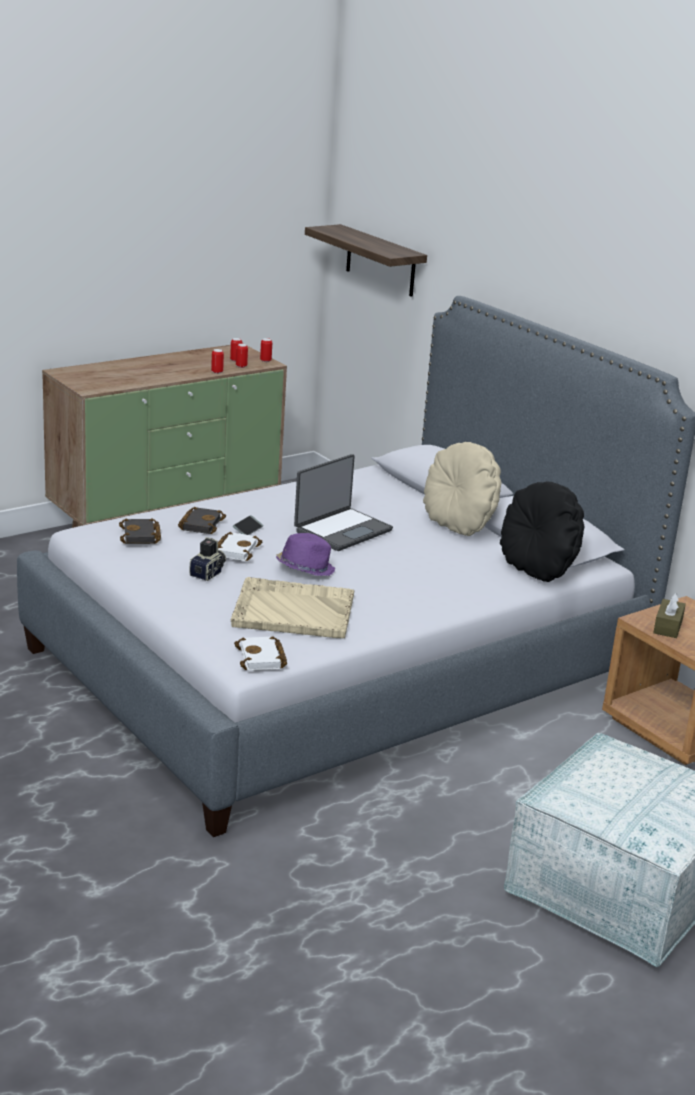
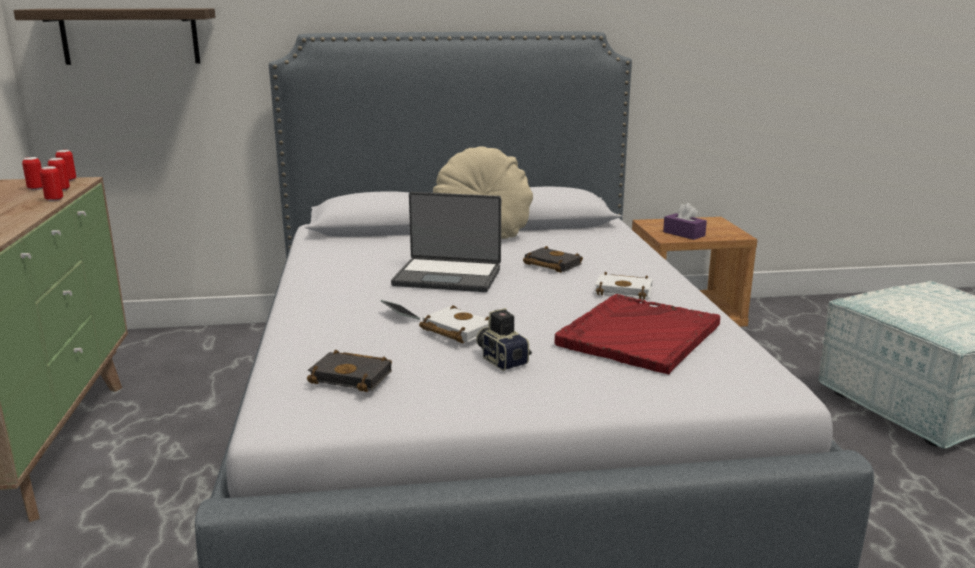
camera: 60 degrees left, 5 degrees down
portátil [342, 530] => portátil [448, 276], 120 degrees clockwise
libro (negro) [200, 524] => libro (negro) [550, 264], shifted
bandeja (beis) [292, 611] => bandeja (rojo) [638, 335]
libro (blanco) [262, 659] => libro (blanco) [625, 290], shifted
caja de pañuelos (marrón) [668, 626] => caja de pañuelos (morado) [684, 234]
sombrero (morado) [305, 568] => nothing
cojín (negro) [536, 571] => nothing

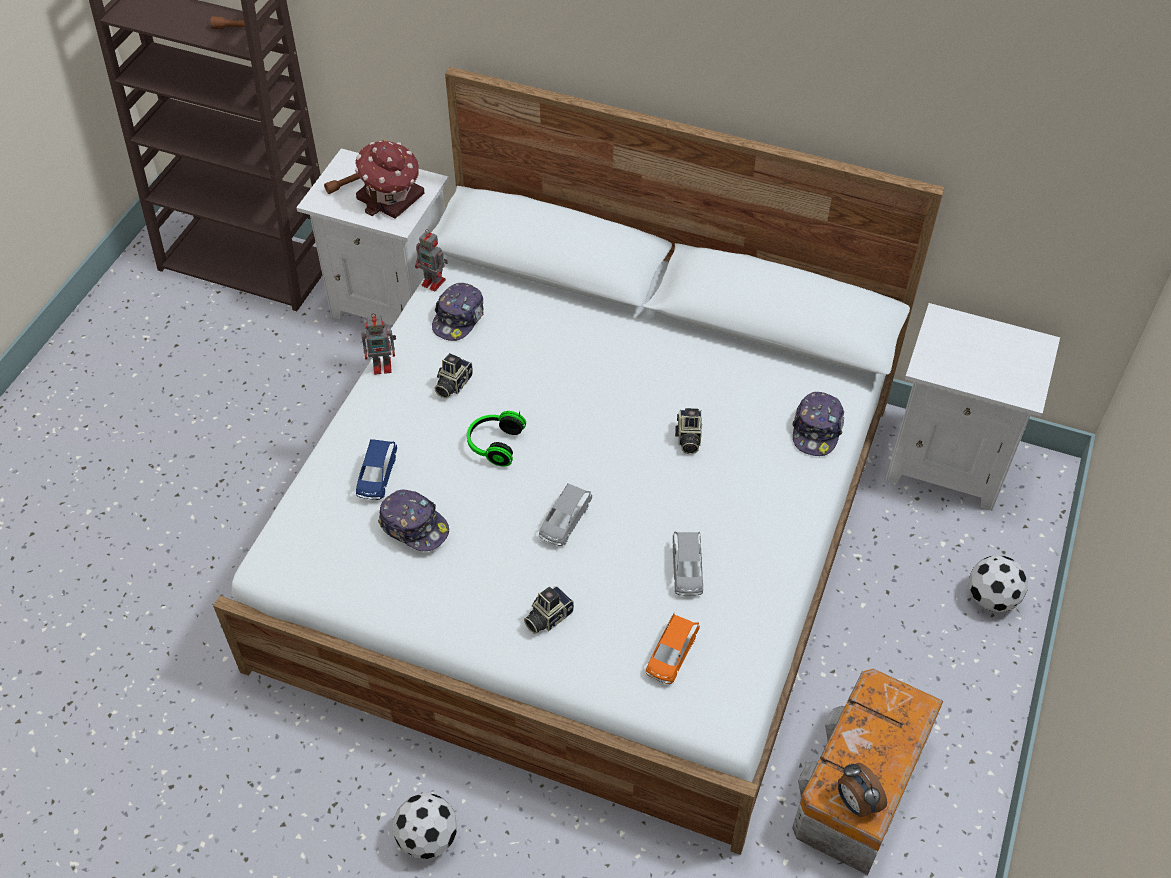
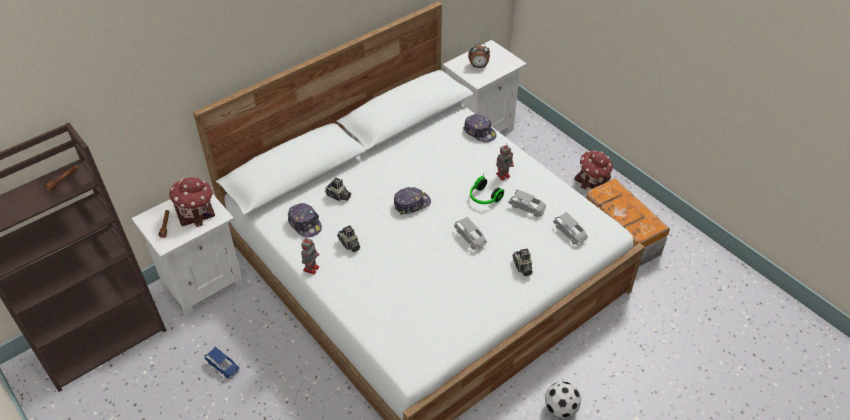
camera: 60 degrees left, 5 degrees down
coche de juguete (azul) [377, 476] => coche de juguete (azul) [223, 366], shifted
cámara [688, 438] => cámara [338, 196], shifted
gorra [414, 526] => gorra [411, 204], shifted
despertador [855, 802] => despertador [478, 66], shifted
auriculares [494, 444] => auriculares [483, 198], shifted
robot de juguete [434, 283] => robot de juguete [503, 175], shifted
coche de juguete (naranja) [671, 654] => coche de juguete (gris) [570, 233]
nothing => casita [592, 180]
balón de fútbol [992, 598] => nothing

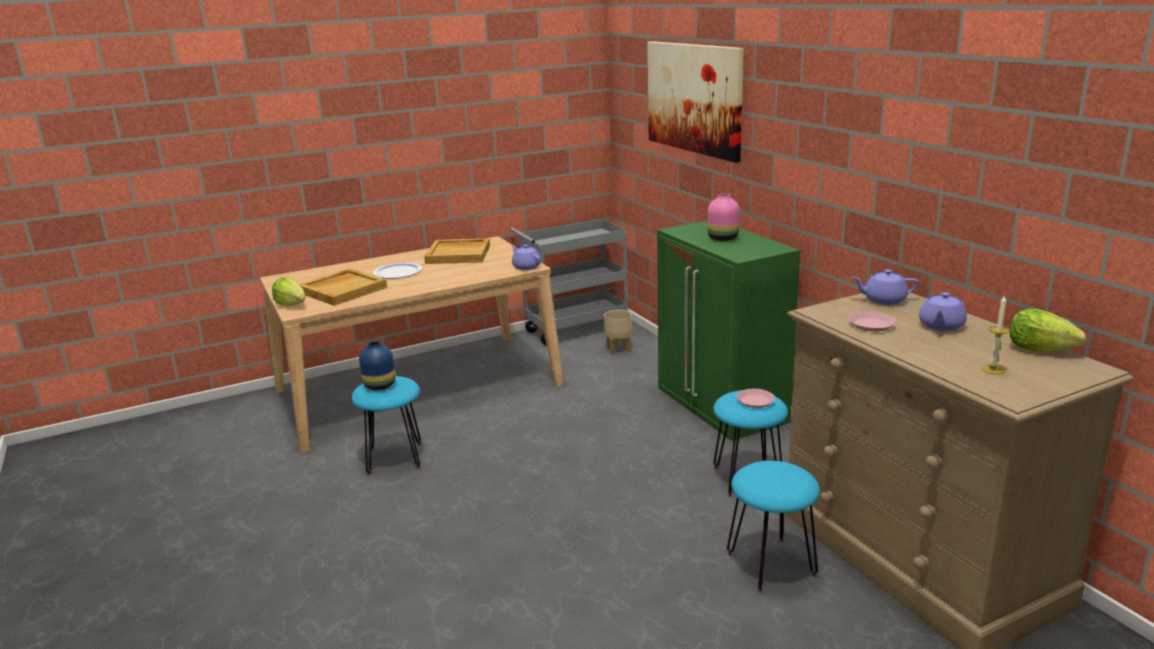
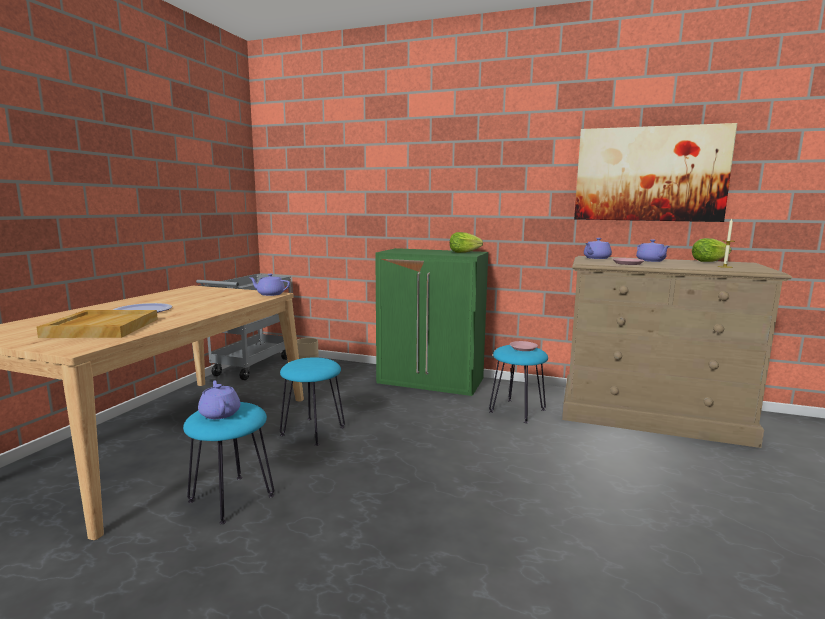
camera: 45 degrees left, 10 degrees down
florero (azul) [379, 386] => tetera (morado) [220, 413]
taburete (turquesa) [770, 564] => taburete (turquesa) [313, 431], shifted
lechuga [291, 305] => lechuga [463, 252], shifted
cuadro [694, 98] => cuadro [650, 174], shifted
bandeja (beis) [459, 254] => nothing
florero (rosa) [723, 238] => nothing

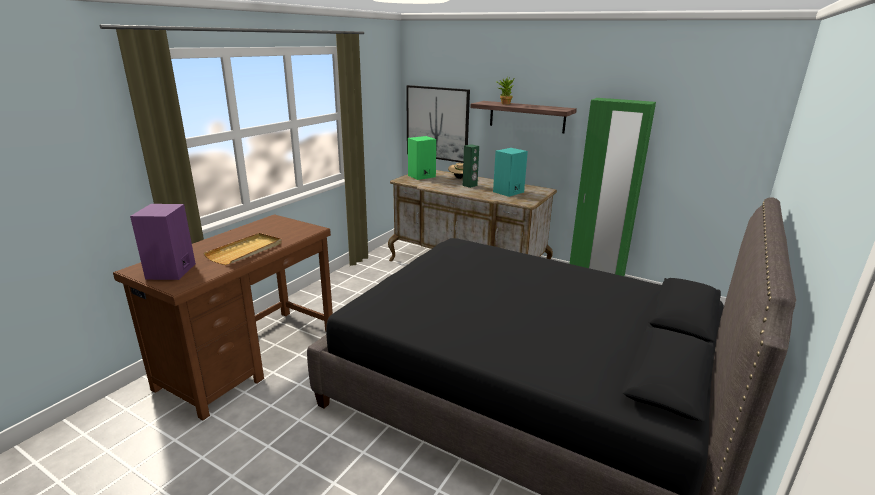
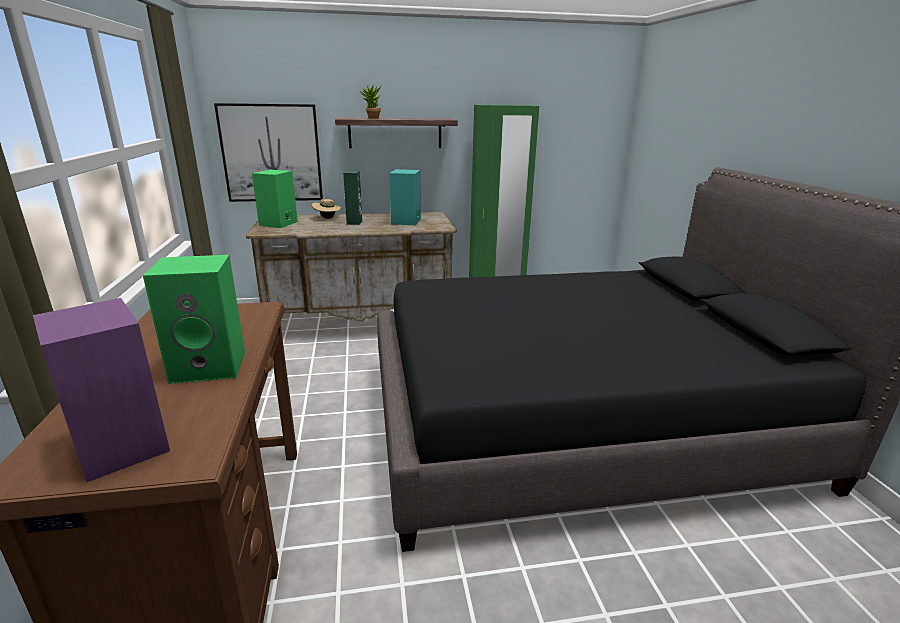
camera: 40 degrees left, 0 degrees up
bandeja (beis) [245, 251] => altavoz (verde) [211, 366]

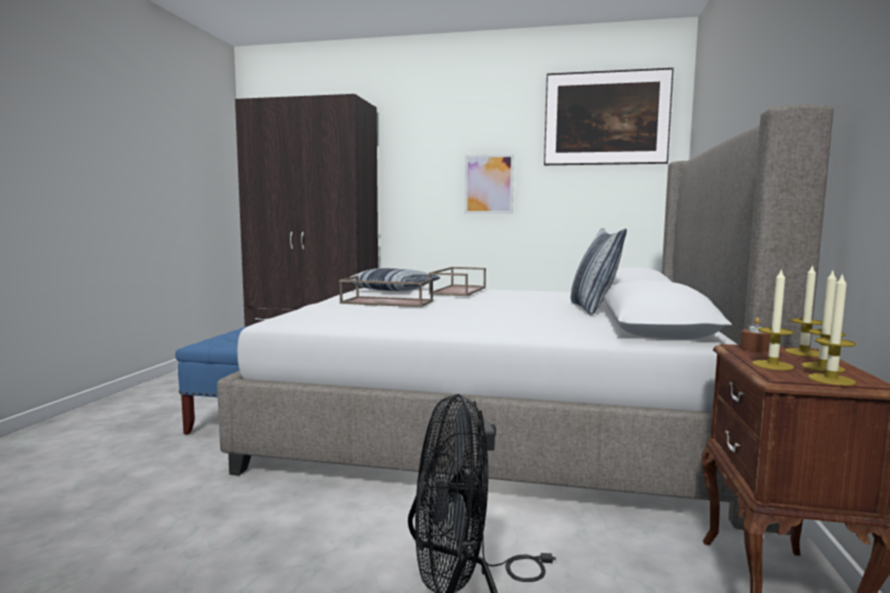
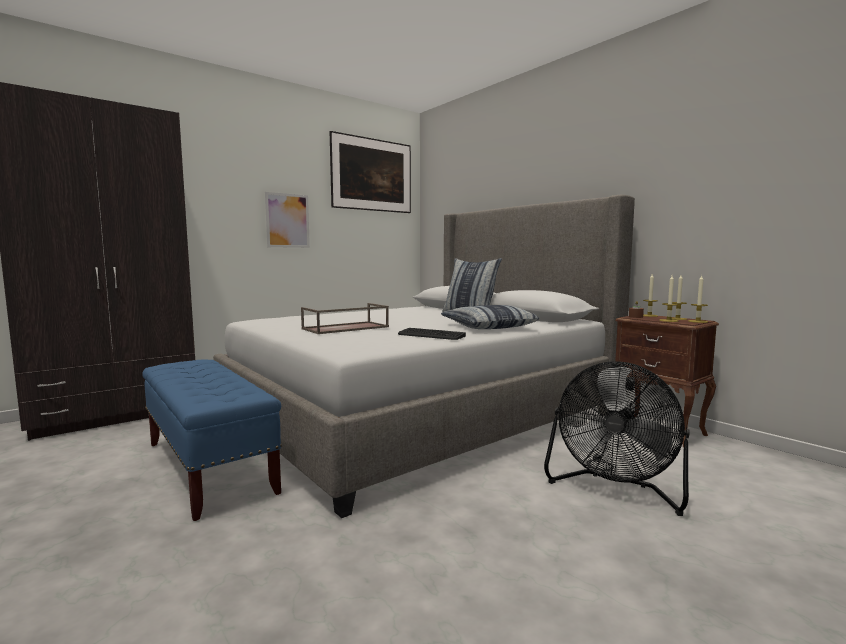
camera: 50 degrees left, 0 degrees up
nothing => teclado [431, 335]
cojín [394, 289] => cojín [487, 327], shifted
bandeja (marrón) [458, 290] => nothing

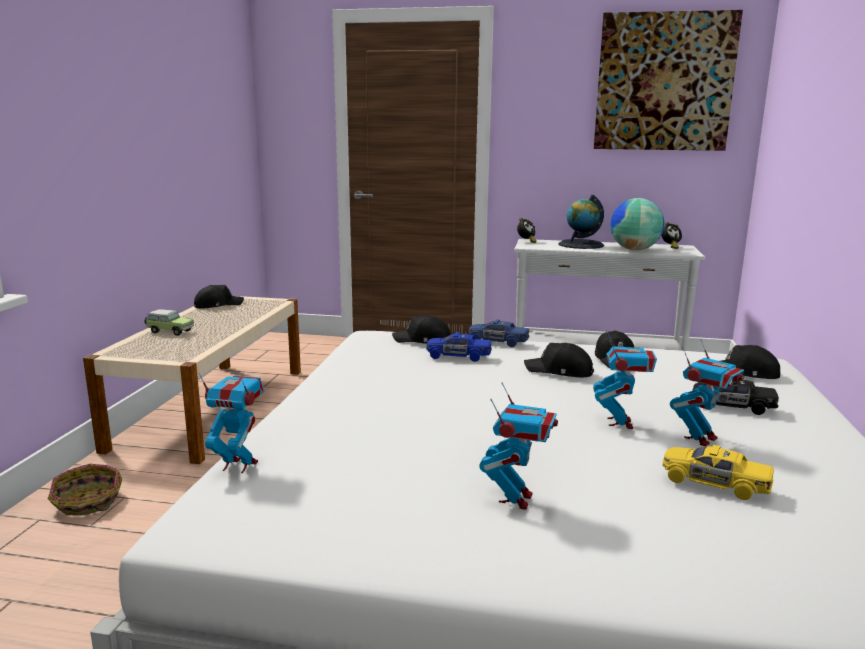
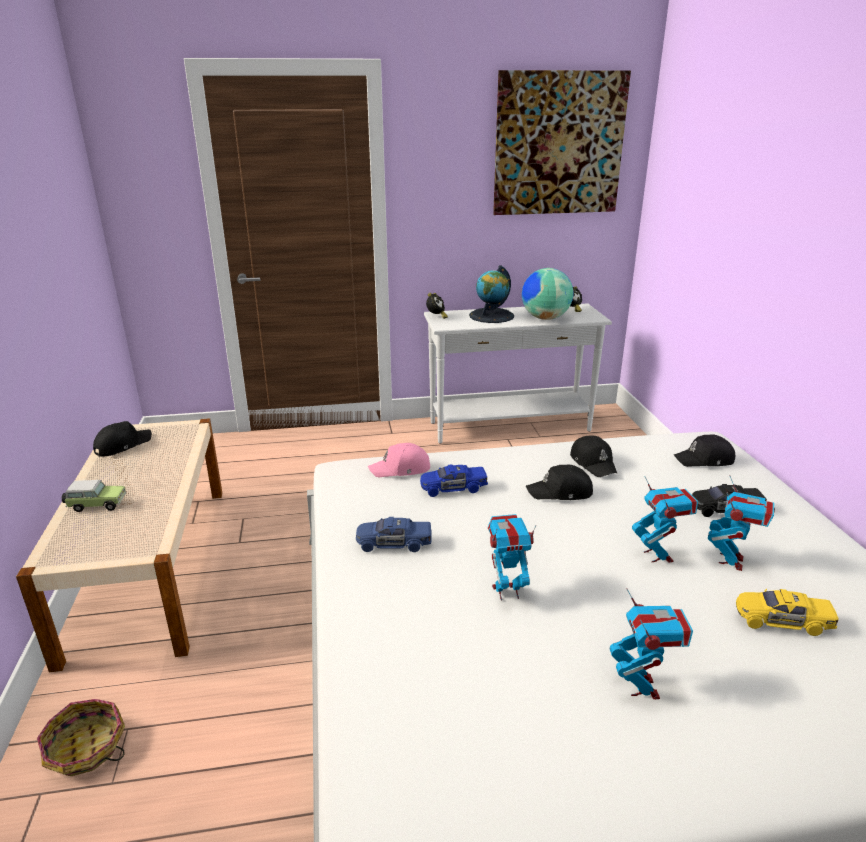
camera: 20 degrees left, 10 degrees up
coche de juguete (azul) [498, 342] => coche de juguete (azul) [394, 543], shifted
gorra (negro) [423, 340] => gorra (rosa) [401, 469]
robot de juguete [239, 465] => robot de juguete [506, 591], shifted

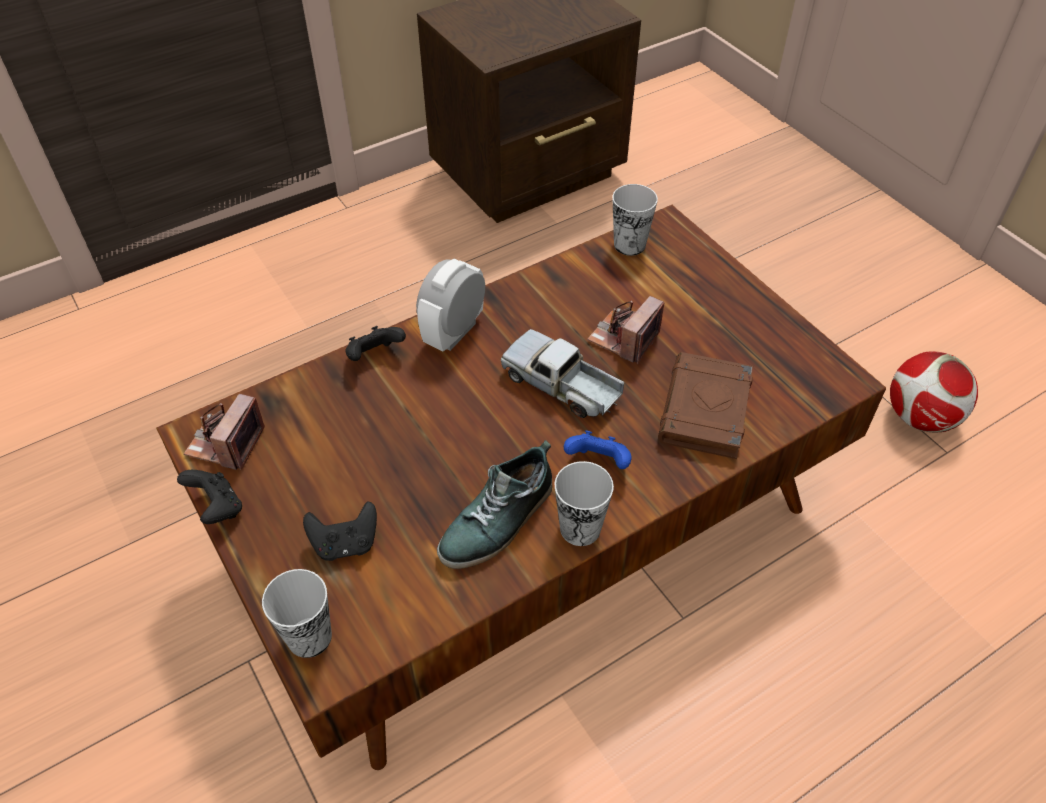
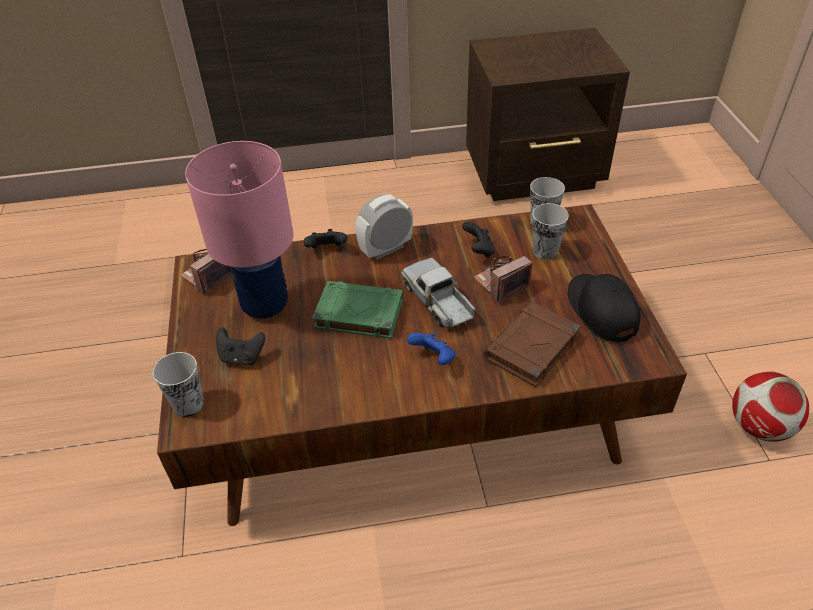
camera: 25 degrees right, 5 degrees down
nothing => lámpara de mesa (rosa) [266, 306]
nothing => libro (verde) [358, 313]
mando de consola (negro) [217, 508] => mando de consola (negro) [479, 250], shifted
taza [580, 528] => taza [545, 251], shifted
nothing => gorra (negro) [601, 310]
zapato [499, 521] => nothing

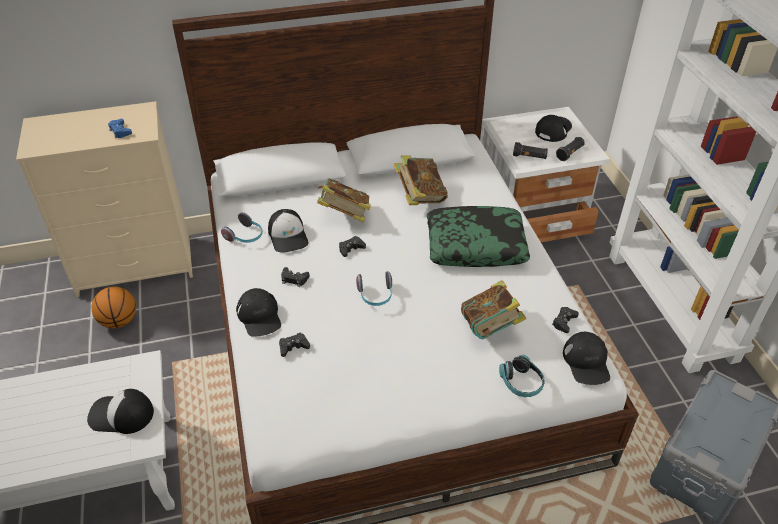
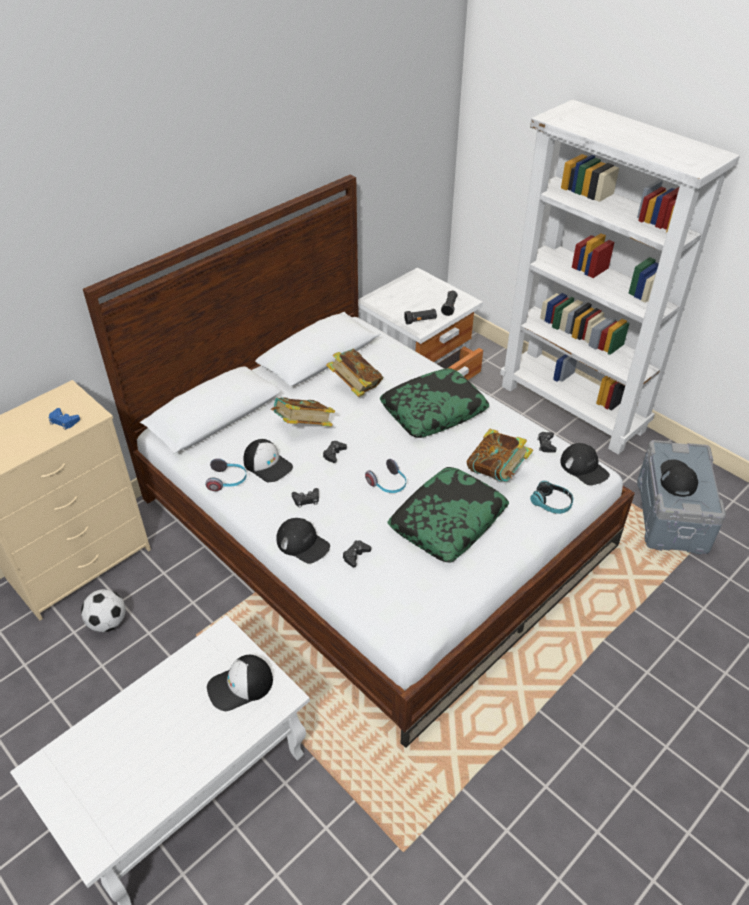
camera: 30 degrees left, 0 degrees up
balón de baloncesto [119, 321] => balón de fútbol [108, 622]
nothing => cojín [448, 521]
gorra (negro) [553, 130] => gorra (negro) [677, 479], shifted

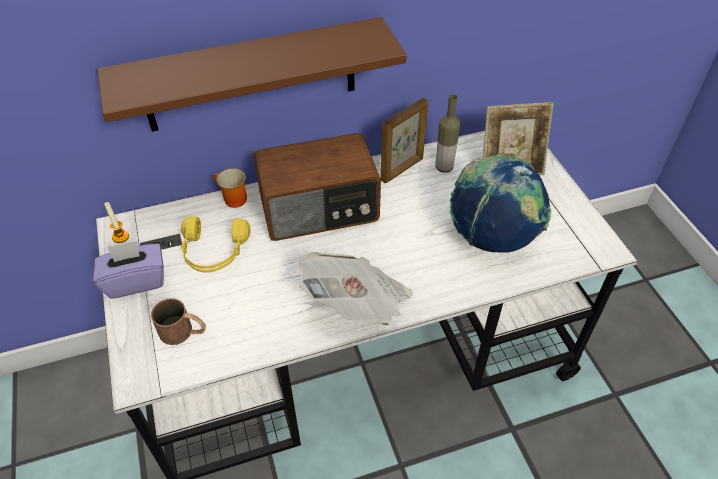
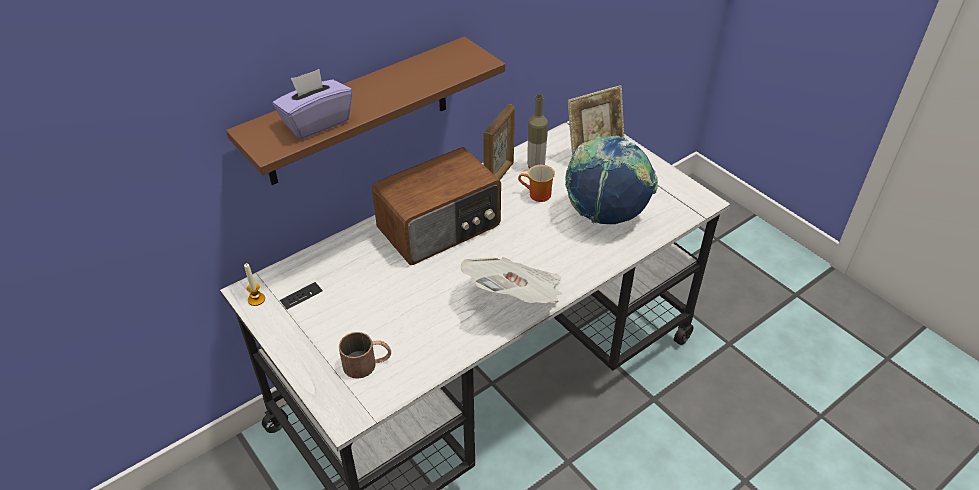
camera: 20 degrees left, 5 degrees down
caja de pañuelos (morado) [136, 281] => caja de pañuelos (morado) [316, 123], shifted
taza grande [232, 199] => taza grande [537, 195], shifted
auriculares (amarillo) [214, 252] => nothing

